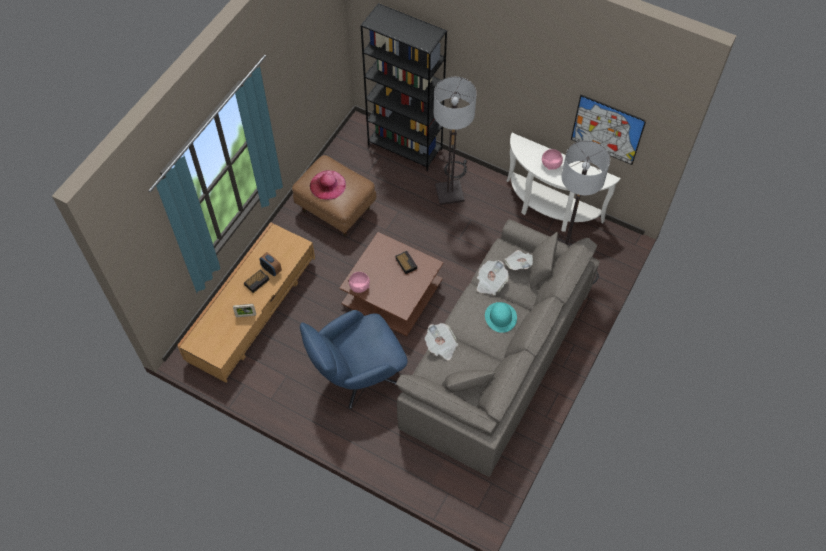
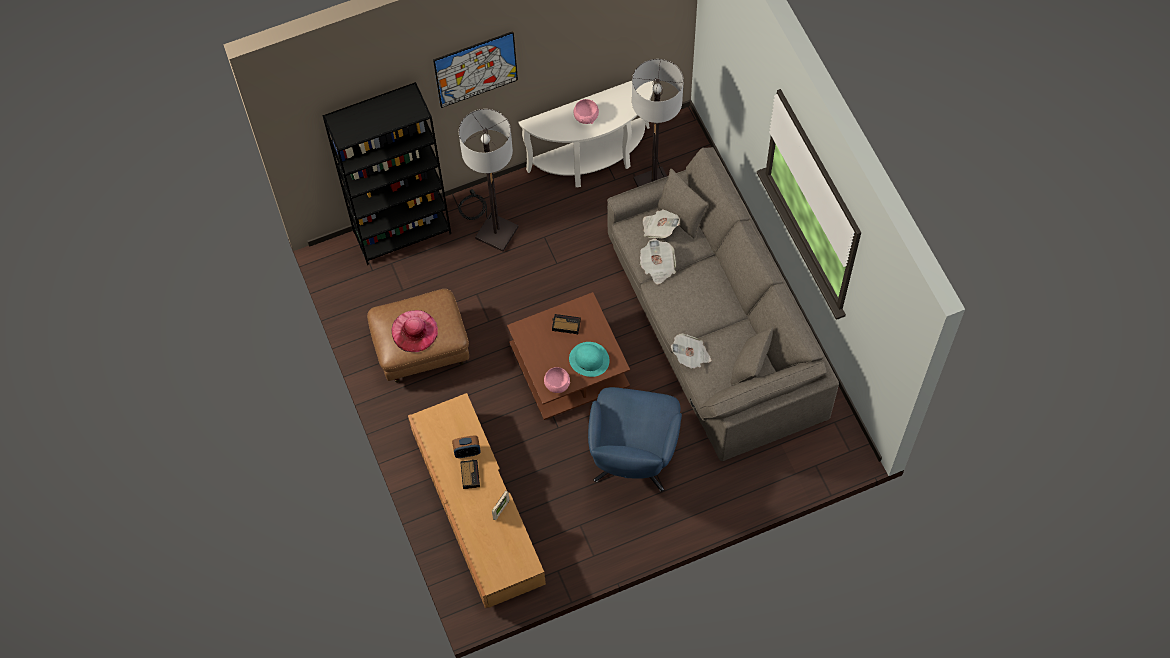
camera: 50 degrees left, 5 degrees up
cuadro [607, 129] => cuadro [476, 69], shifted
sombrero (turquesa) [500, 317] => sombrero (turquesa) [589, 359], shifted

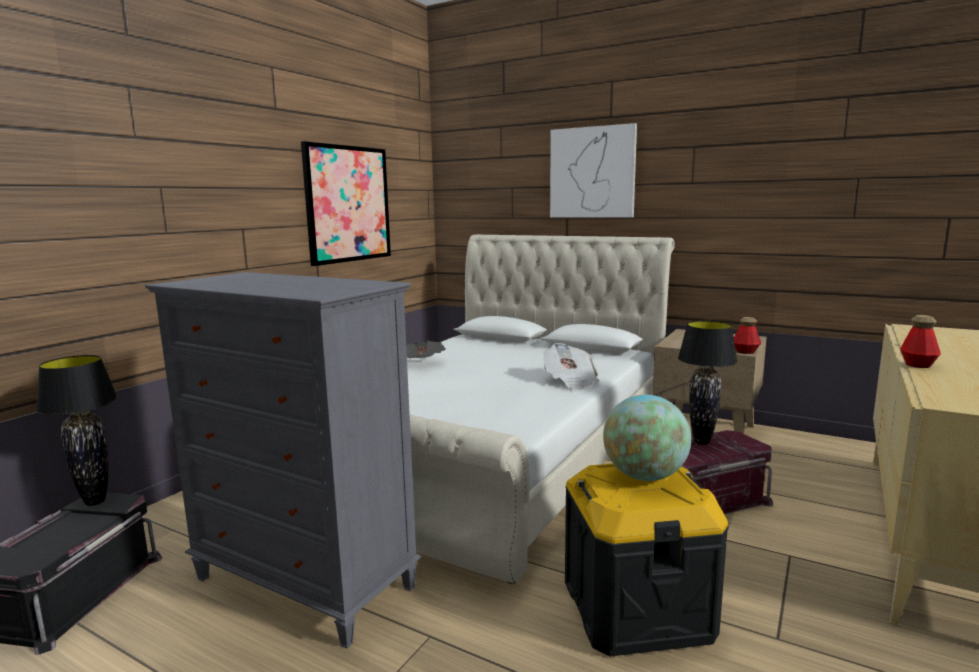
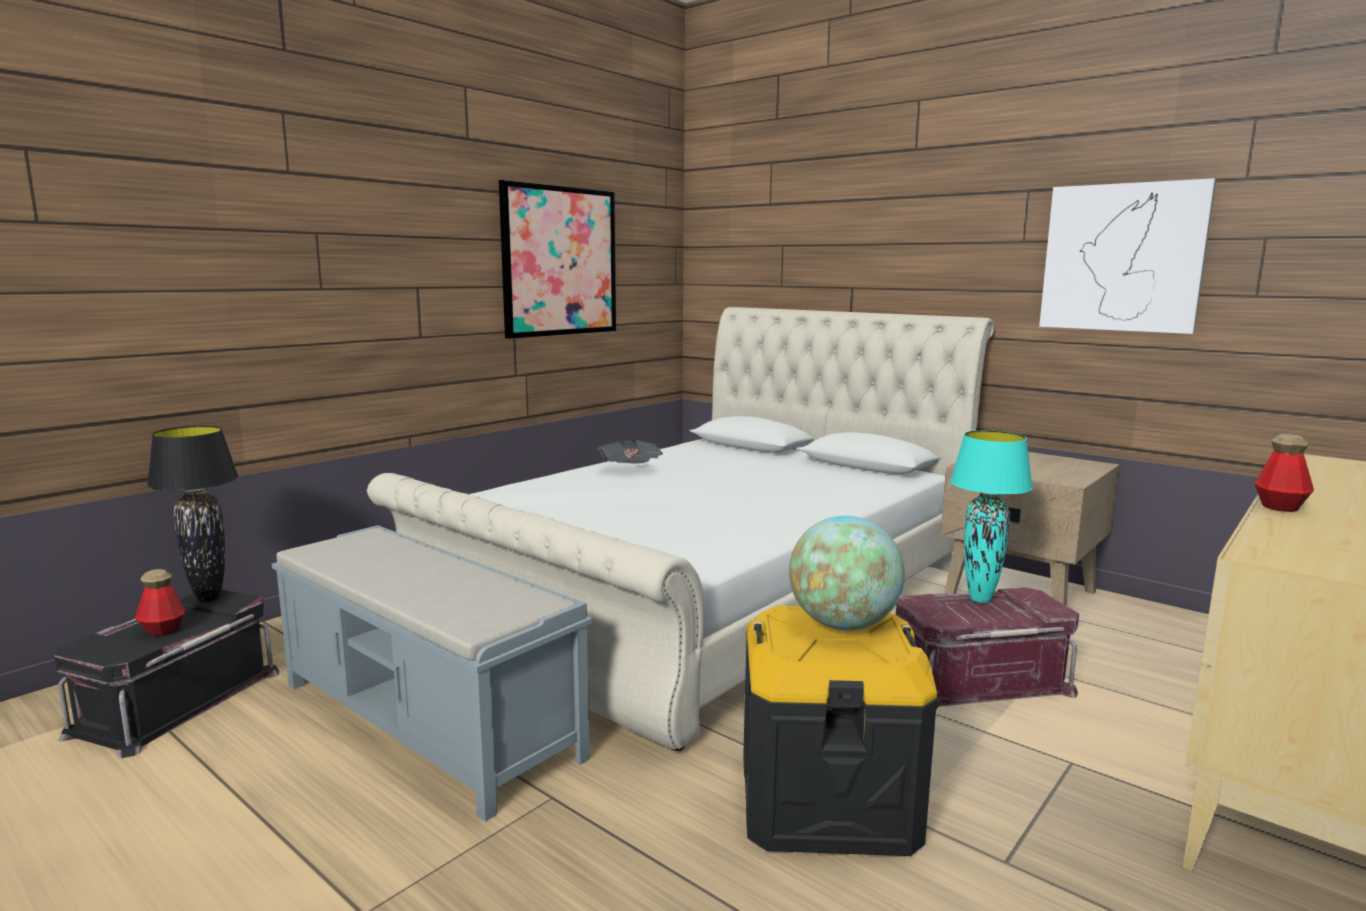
camera: 10 degrees right, 0 degrees up
botella [745, 352] => botella [162, 630], shifted
cómoda (gris) [306, 583] => banco (gris) [429, 720]
lámpara de mesa (negro) [702, 442] => lámpara de mesa (turquesa) [980, 599]
cuadro [592, 172] => cuadro [1122, 258], shifted
periódico [570, 381] => nothing

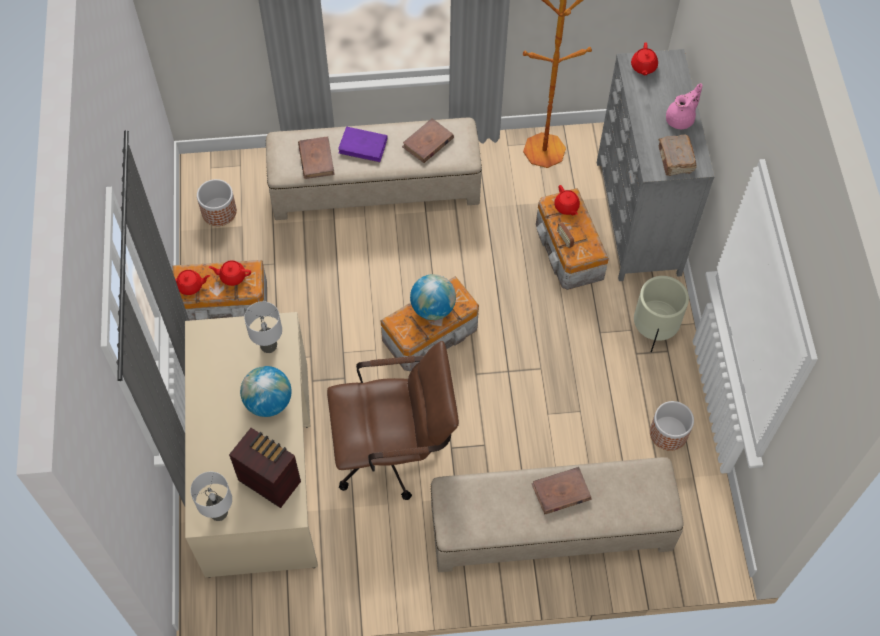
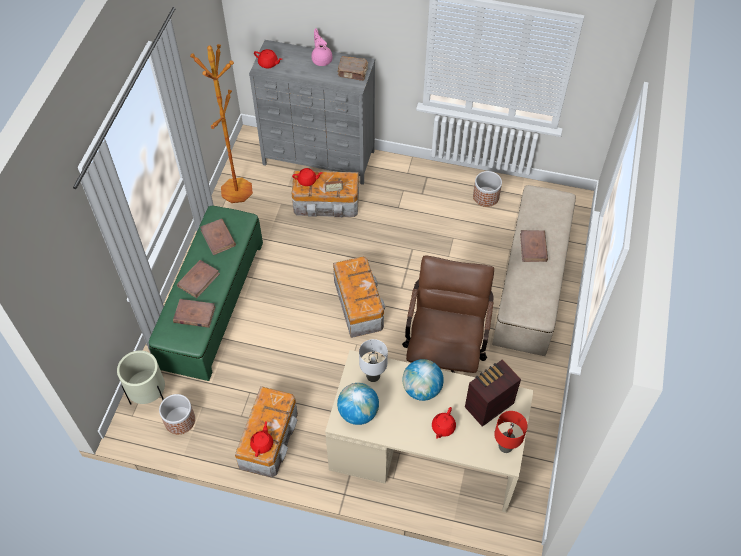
camera: 70 degrees left, 5 degrees down
maceta (beis) [653, 330] => maceta (beis) [149, 395], shifted
banco (beis) [376, 185] => banco (verde) [212, 302]
libro (morado) [363, 146] => libro (marrón) [198, 280]
globo terráqueo [433, 308] => globo terráqueo [358, 412], shifted
tetera (rojo) [232, 276] => tetera (rojo) [443, 427], shifted
lámpara de mesa (blanco) [220, 512] => lámpara de mesa (rojo) [505, 446]

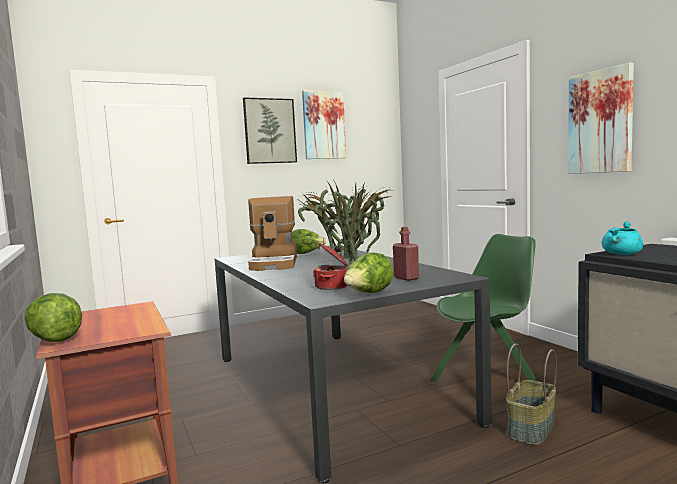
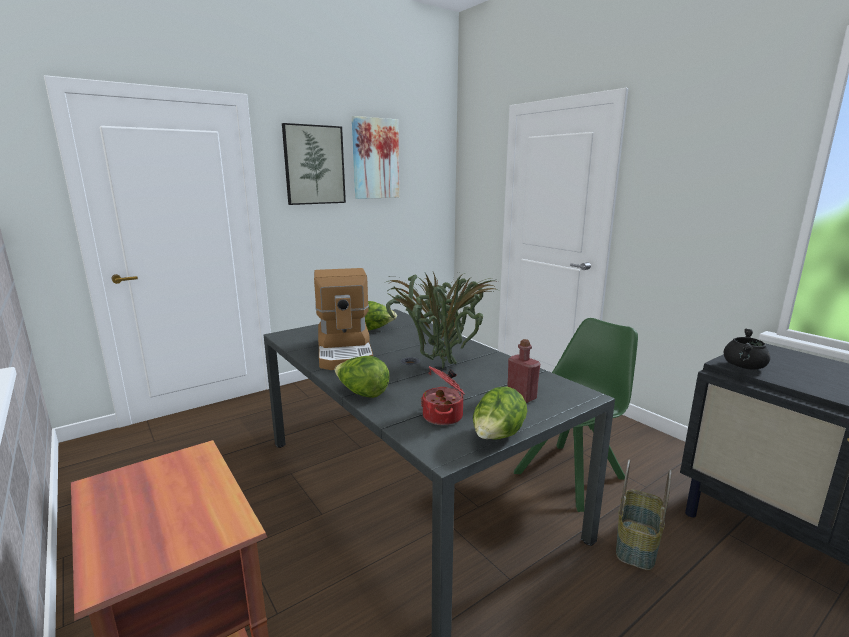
camera: 10 degrees left, 10 degrees up
lechuga [54, 339] => lechuga [362, 393], shifted
olla (turquesa) [622, 254] => olla (negro) [744, 367]
cuadro [600, 122] => nothing

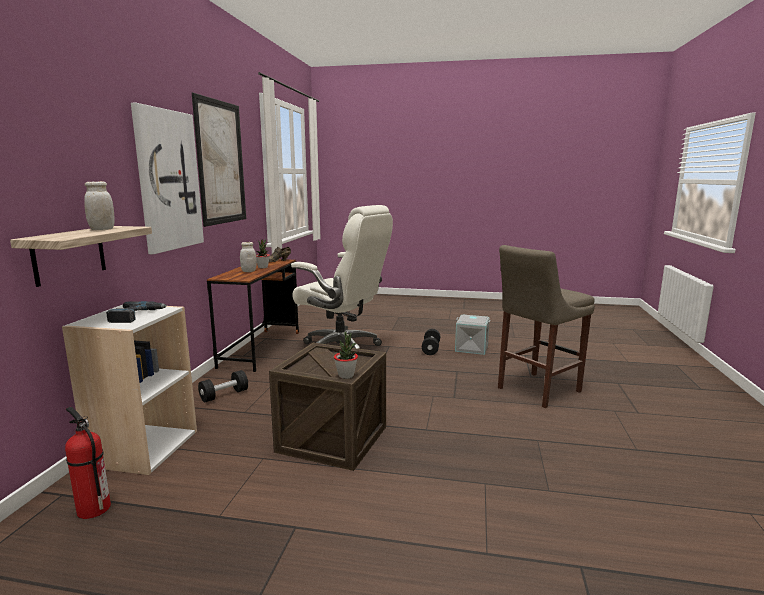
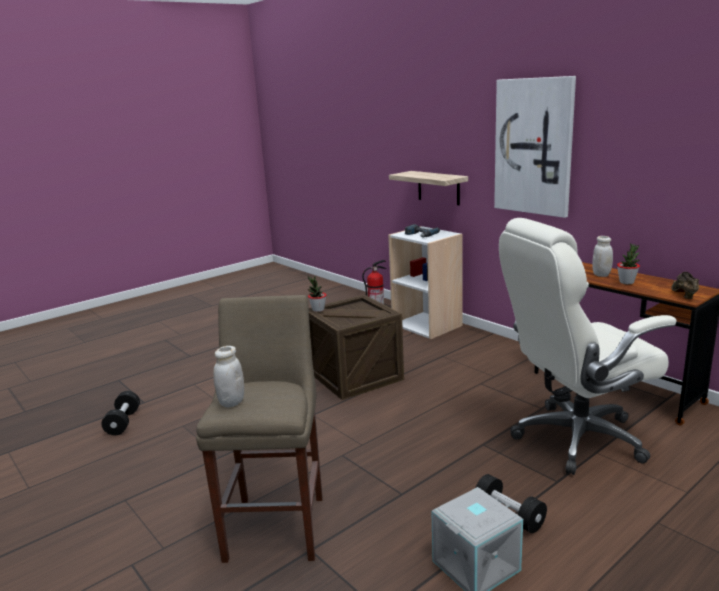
camera: 130 degrees right, 5 degrees up
mancuerna (negro) [224, 395] => mancuerna (negro) [123, 422], shifted
tarro (blanco) [102, 229] => tarro (blanco) [231, 402], shifted
cuadro [221, 163] => nothing

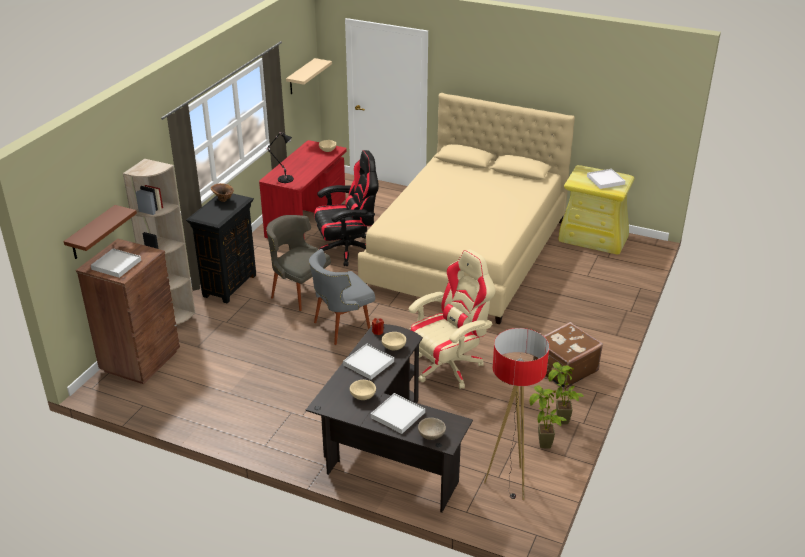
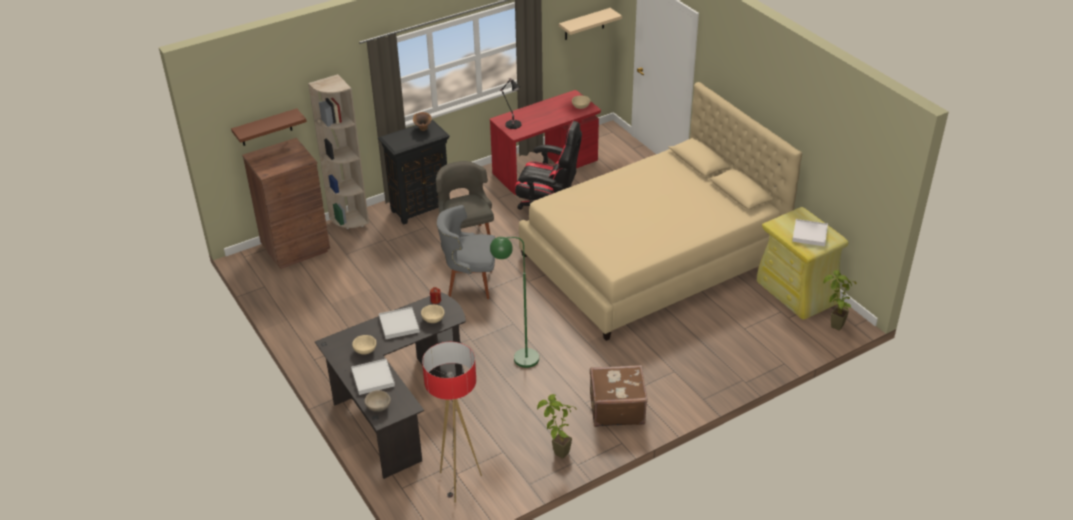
camera: 35 degrees right, 5 degrees up
silla de oficina (beis) [448, 367] => lámpara de pie (verde) [518, 359]
planta en maceta [543, 448] => planta en maceta [833, 328], shifted
bandeja (blanco) [116, 265] => nothing

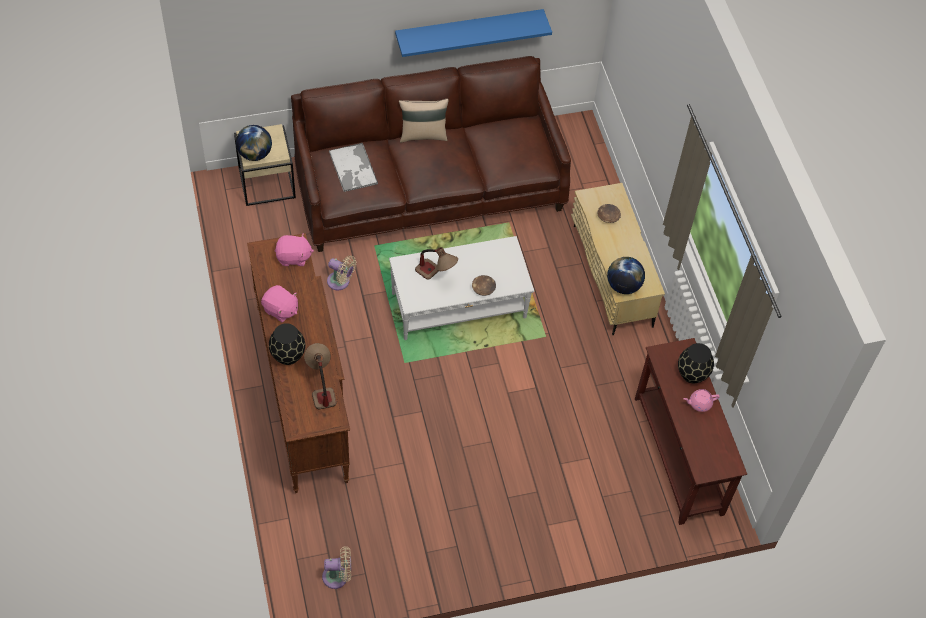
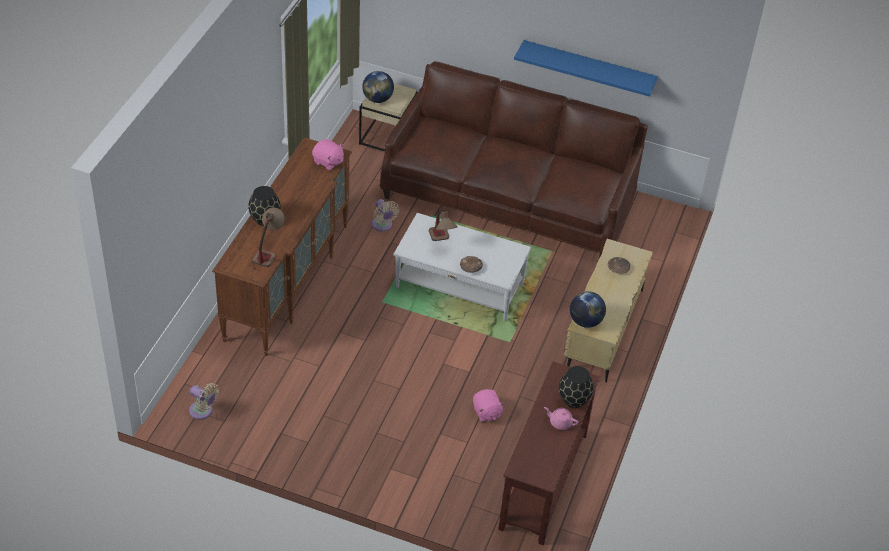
camera: 35 degrees right, 10 degrees down
peluche (rosa) [280, 310] => peluche (rosa) [486, 412], shifted
bandeja [353, 168] => nothing
cojín (beis) [423, 135] => nothing

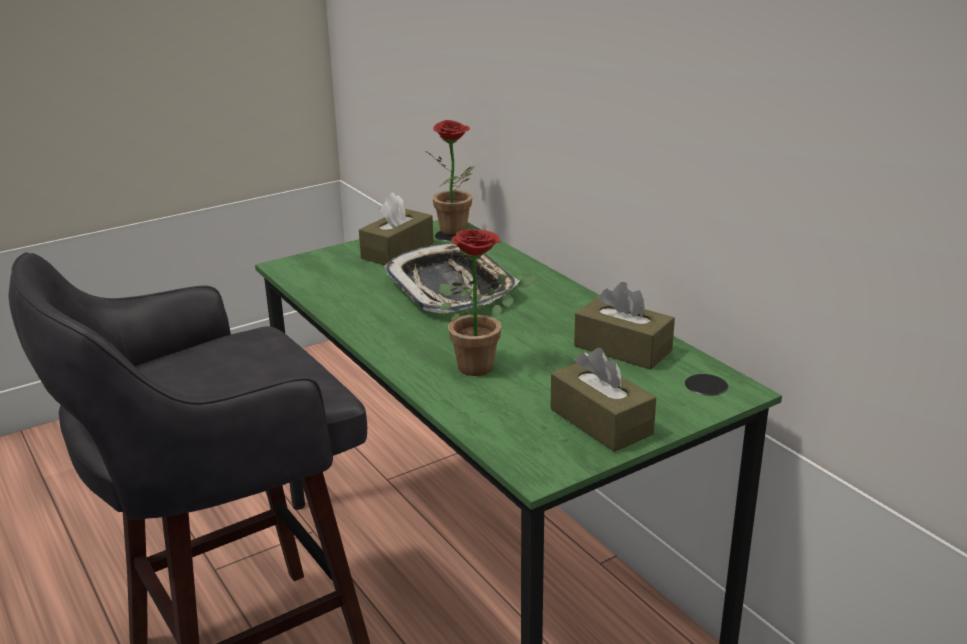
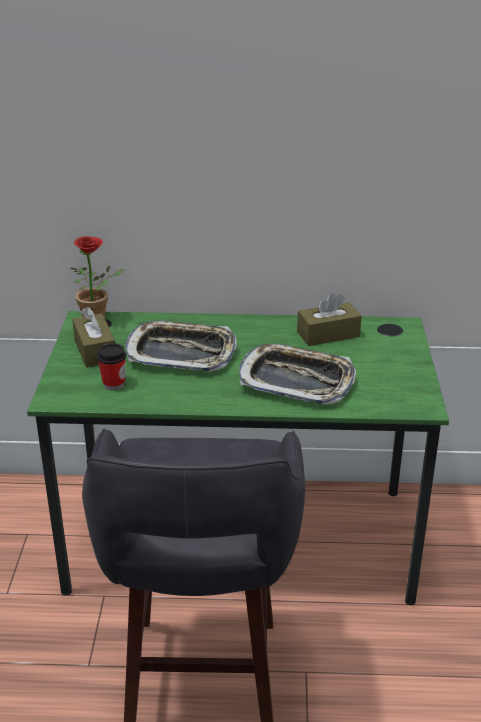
camera: 55 degrees left, 5 degrees up
nothing => taza [114, 384]
planta en maceta [483, 365] => bandeja [296, 380]
caja de pañuelos (marrón) [600, 421] => nothing

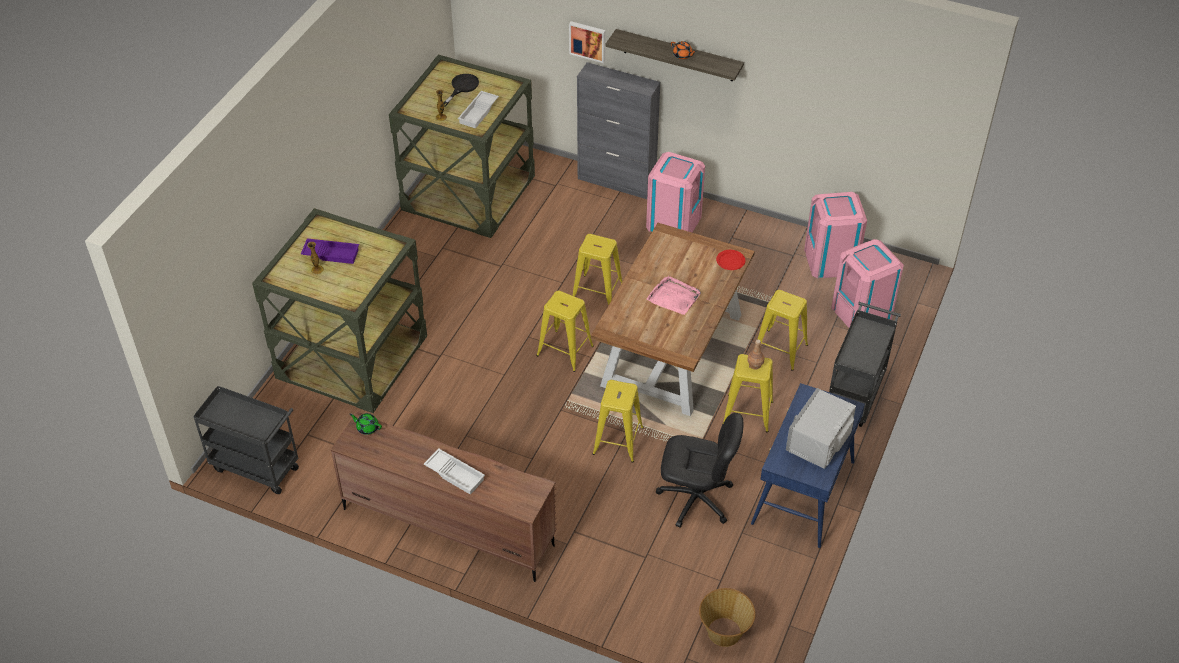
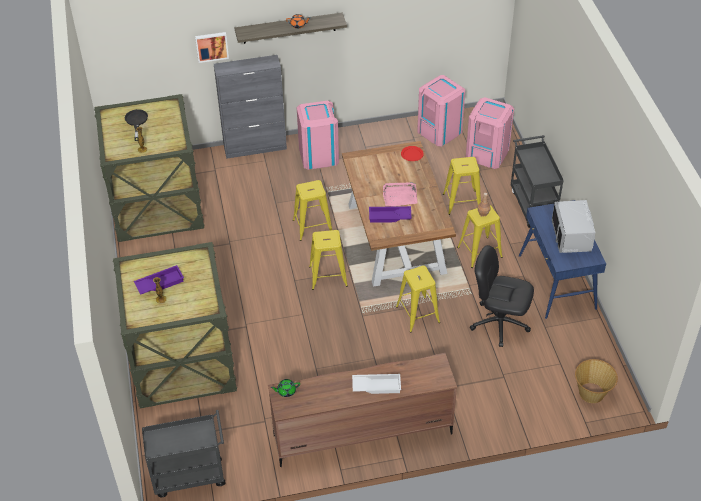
camera: 35 degrees left, 0 degrees up
nothing => bandeja (morado) [389, 217]
silla de oficina (negro) [696, 499] => silla de oficina (negro) [499, 322], 135 degrees counterclockwise
bandeja (blanco) [479, 113] => nothing

